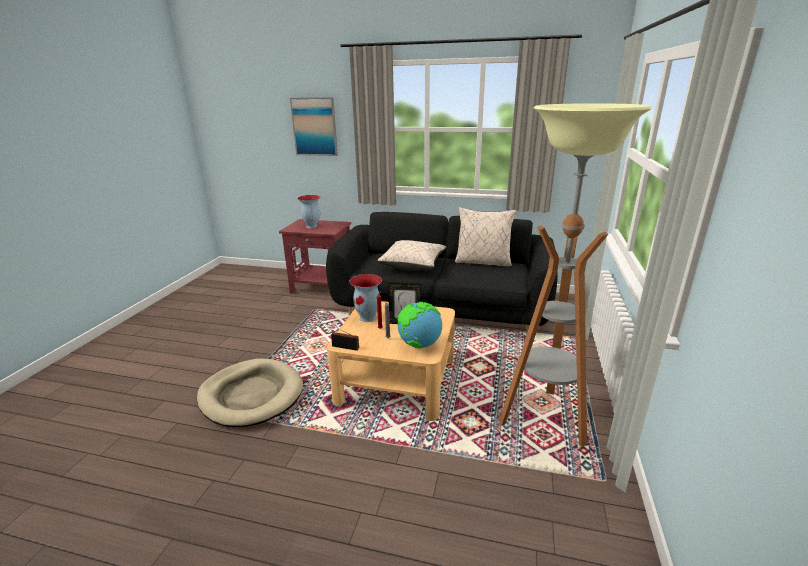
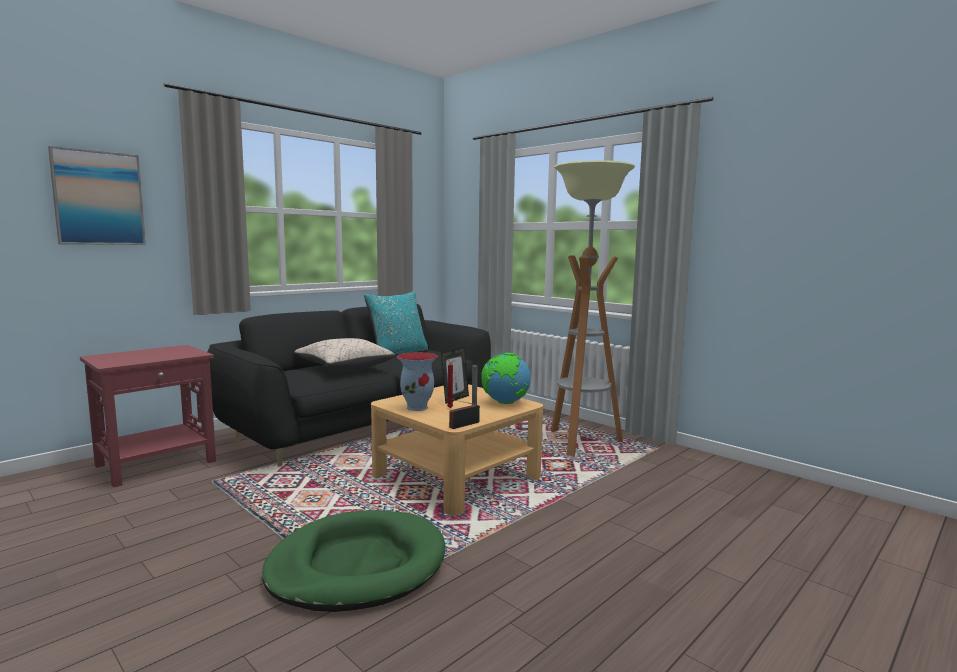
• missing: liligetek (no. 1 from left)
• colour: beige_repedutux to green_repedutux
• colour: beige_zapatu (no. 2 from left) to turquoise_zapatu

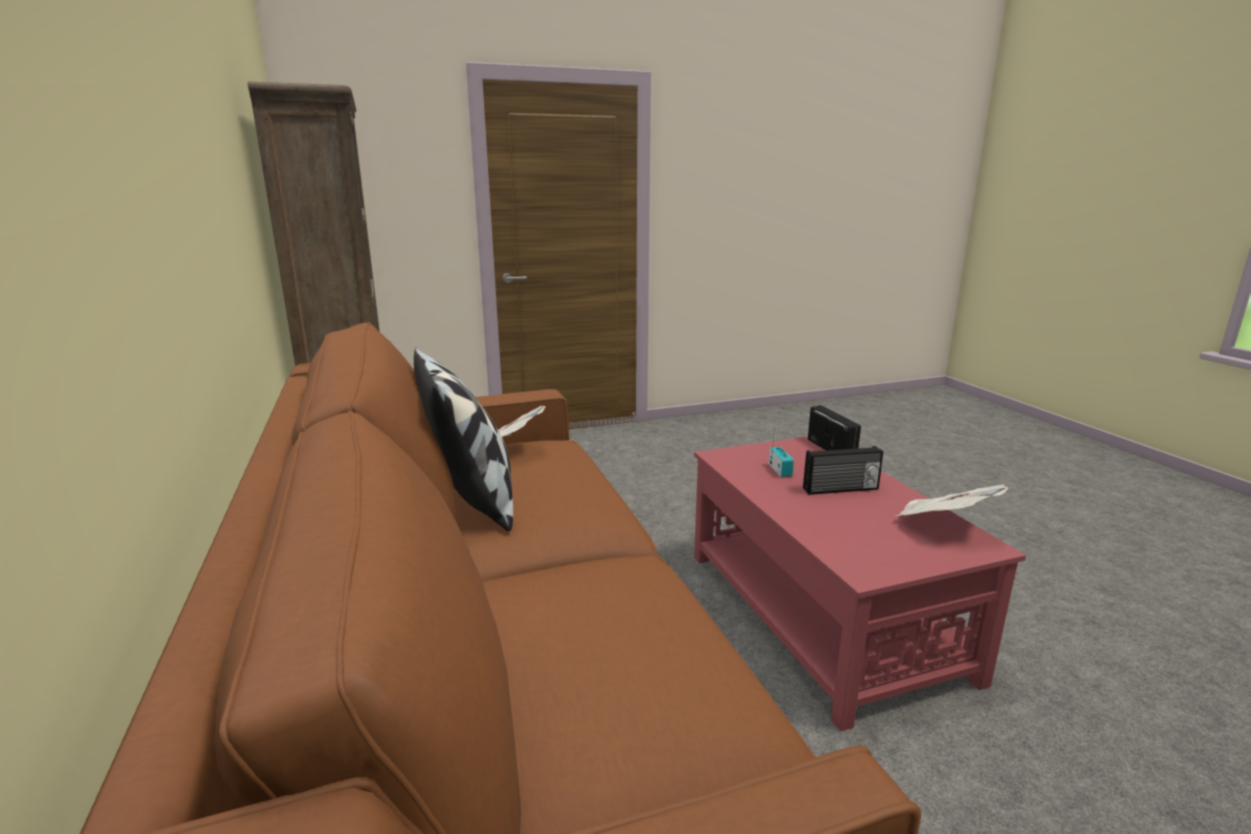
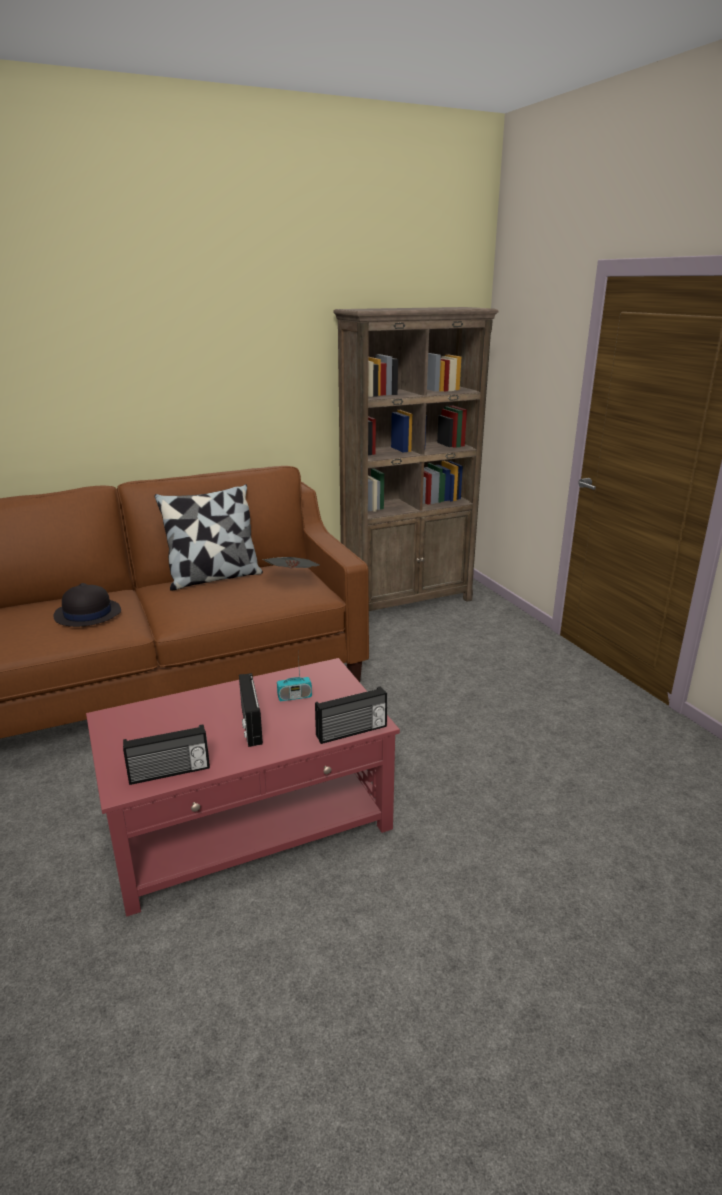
• appeared: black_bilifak
• exchanged: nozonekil (no. 2 from left) to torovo (no. 1 from left)

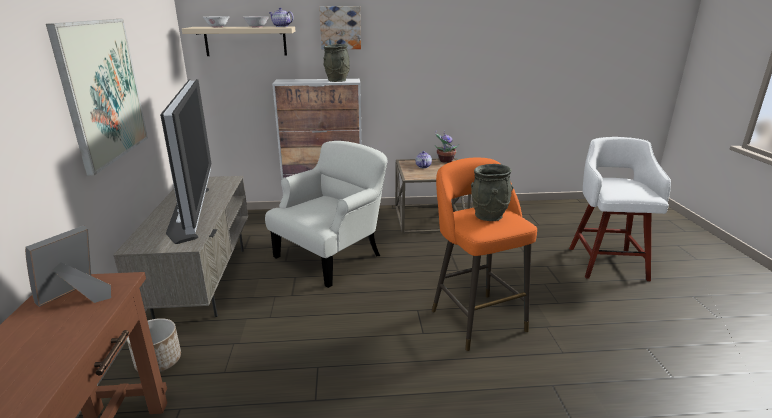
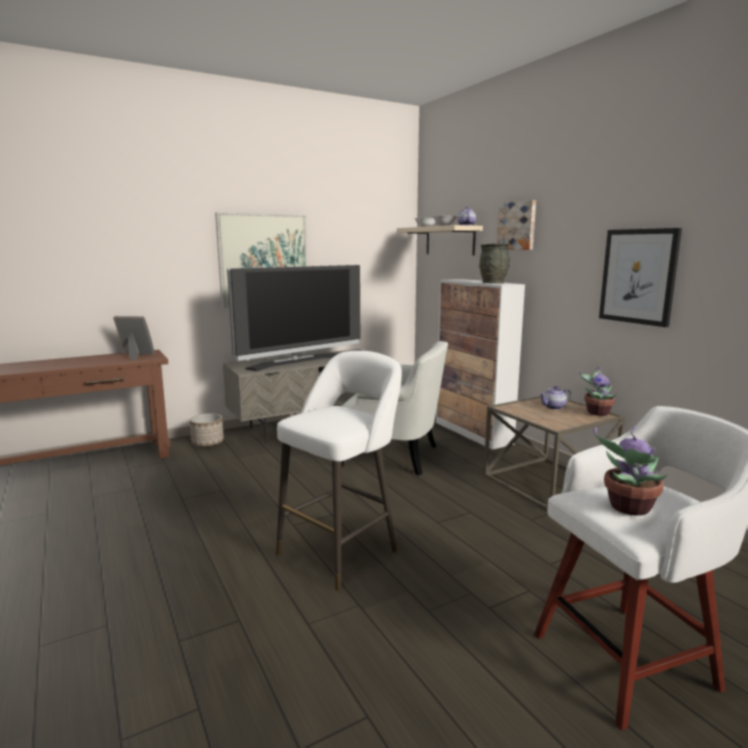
• missing: grey_liligetek (no. 2 from left)
• appeared: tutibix (no. 2 from left)
• appeared: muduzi (no. 3 from left)
• colour: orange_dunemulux to white_dunemulux (no. 1 from left)

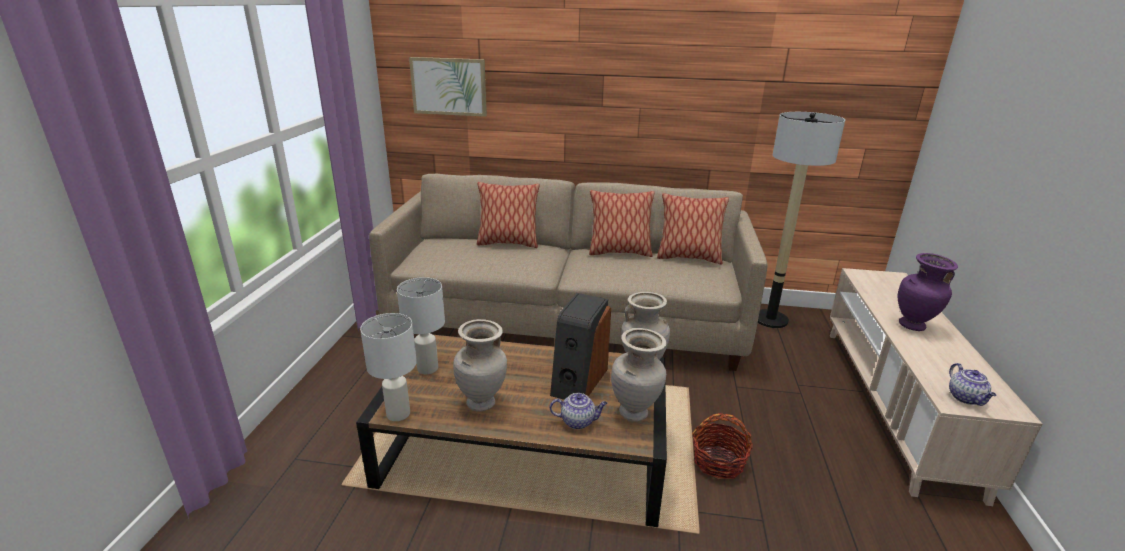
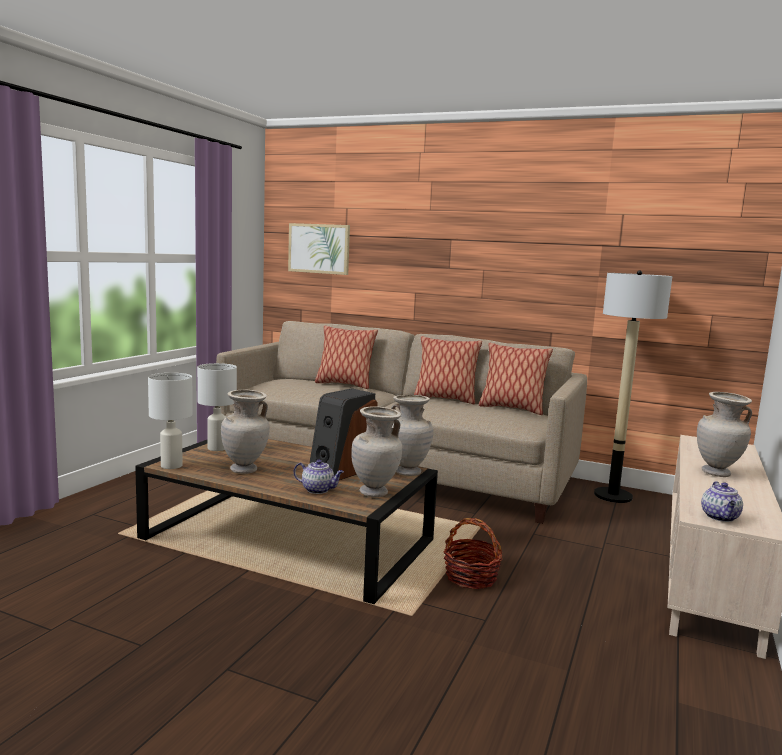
• colour: purple_liligetek to beige_liligetek (no. 4 from left)

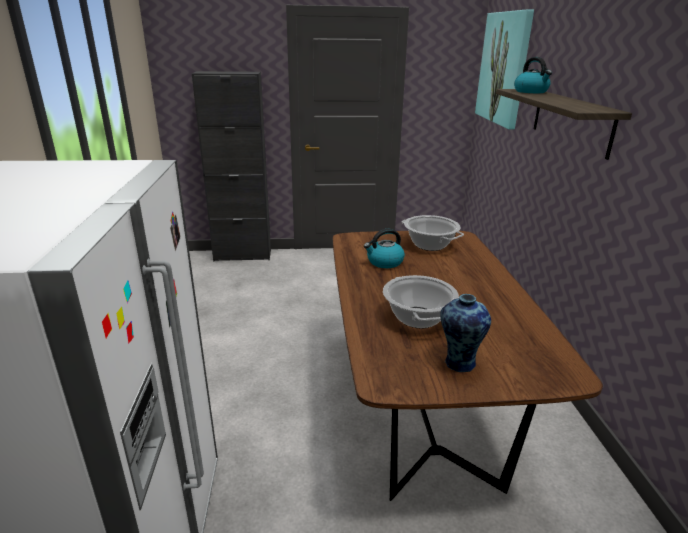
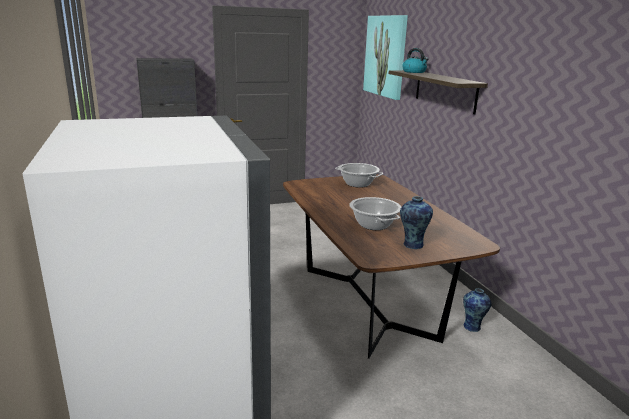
• missing: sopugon (no. 1 from left)
• appeared: liligetek (no. 2 from left)

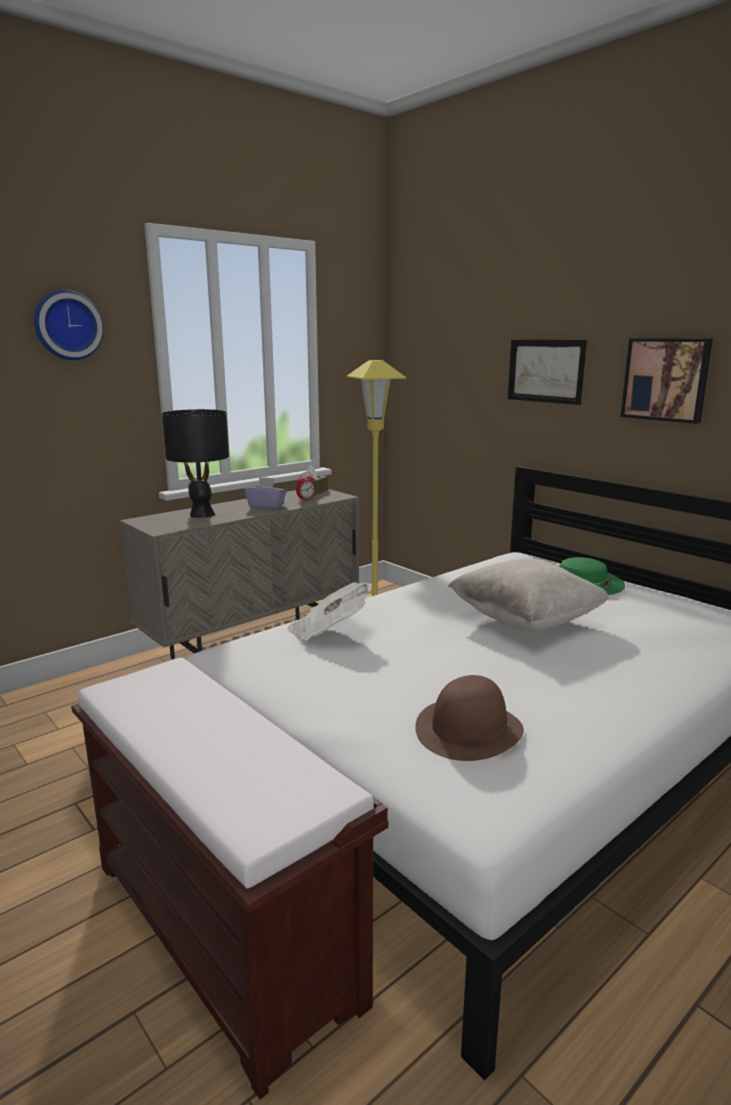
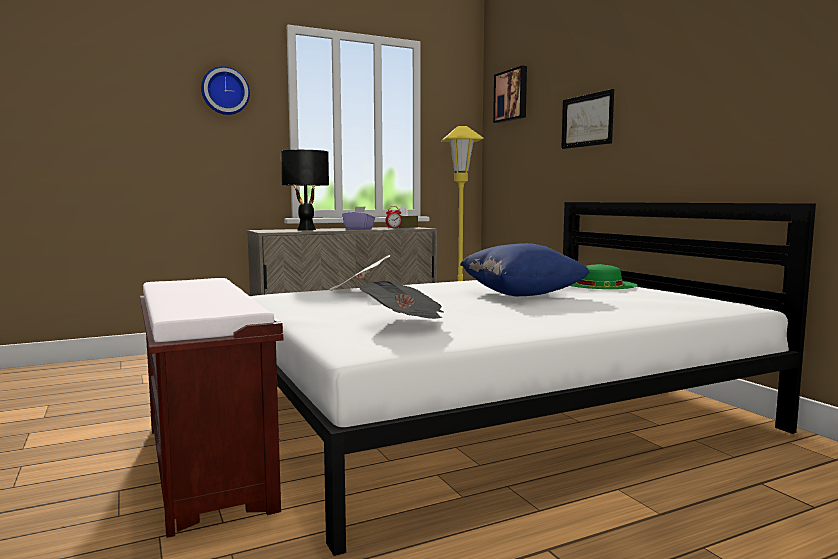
• relocated: muduzi (no. 2 from left in the first image) to muduzi (no. 1 from left)
• exchanged: brown_bilifak to nozonekil (no. 2 from left)
• colour: beige_zapatu to blue_zapatu

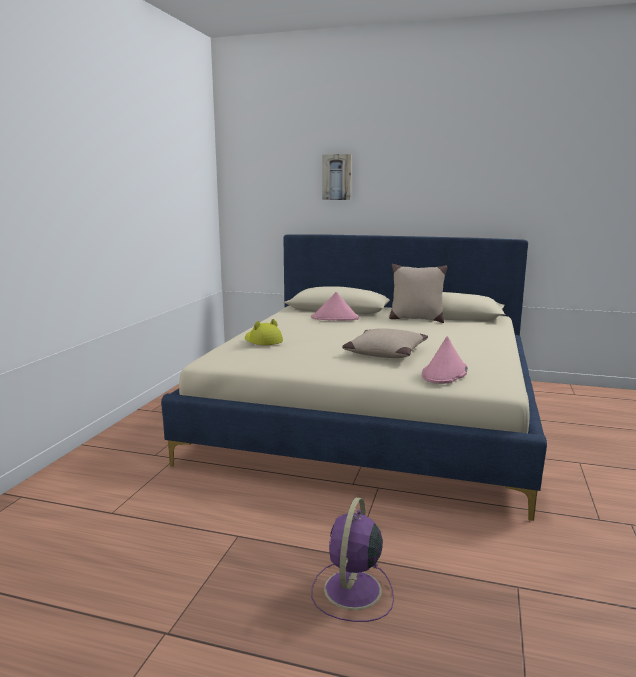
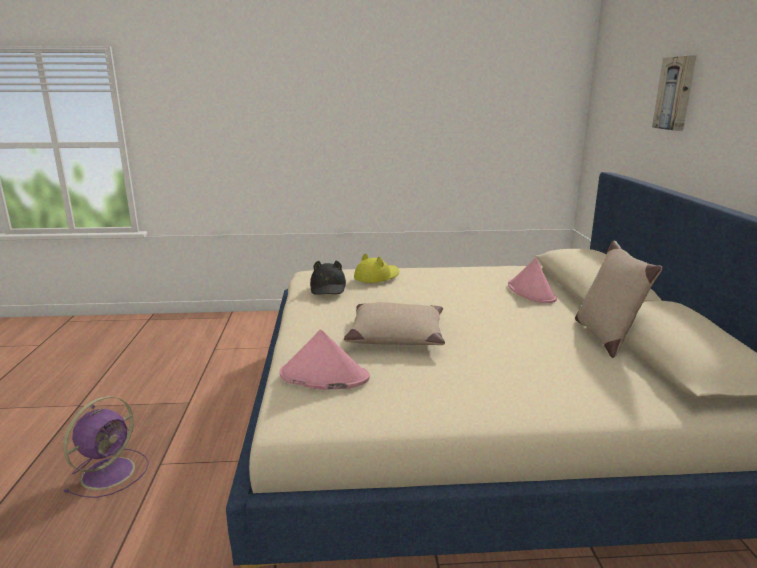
• appeared: black_bilifak
• spun: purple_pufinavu 120 degrees clockwise

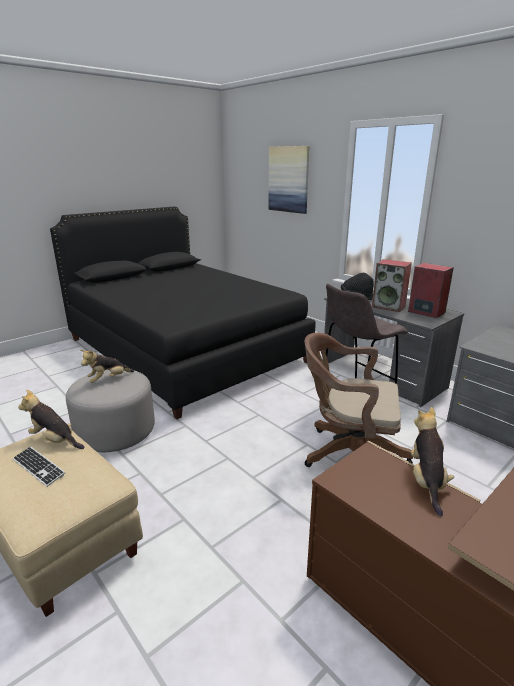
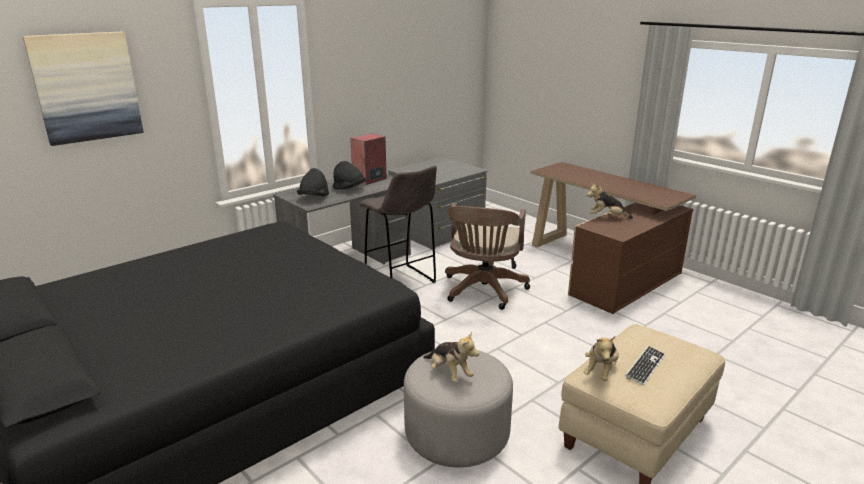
• exchanged: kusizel (no. 1 from left) to black_bilifak (no. 2 from left)

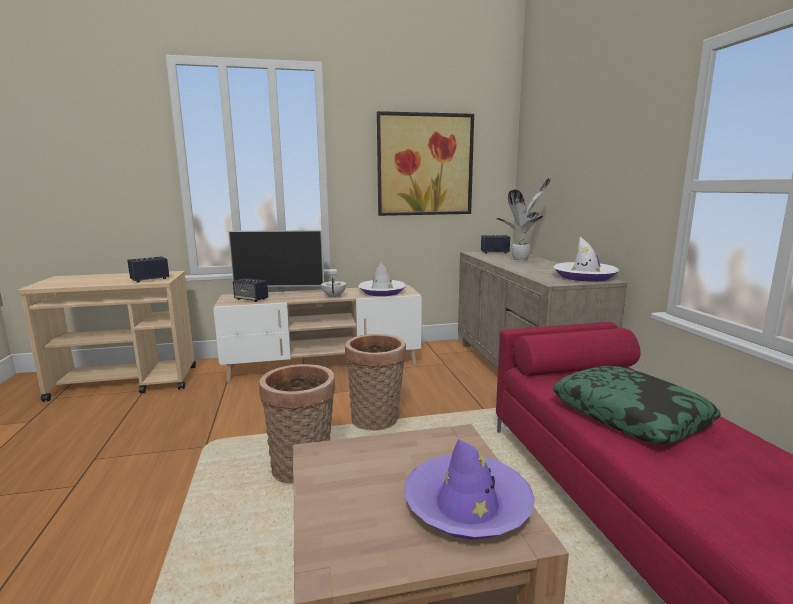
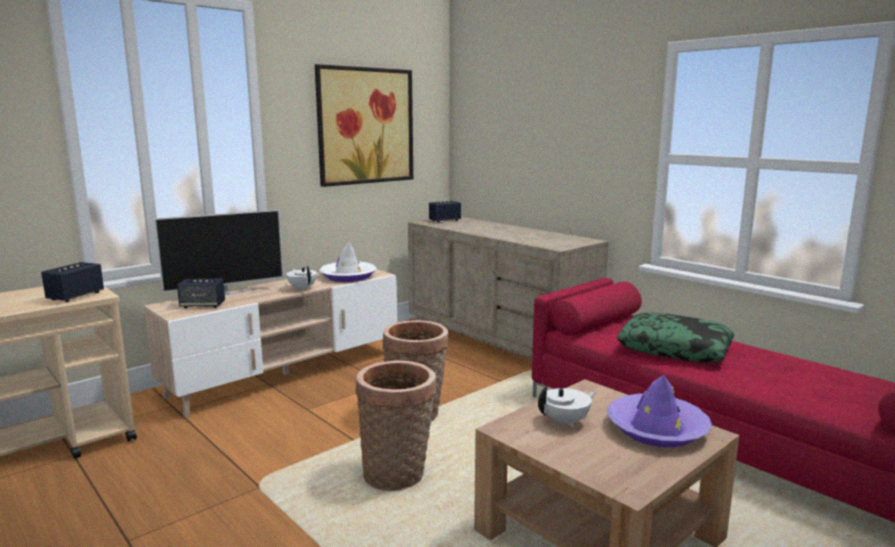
• missing: tutibix
• missing: white_bilifak (no. 2 from left)
• appeared: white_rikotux (no. 2 from left)

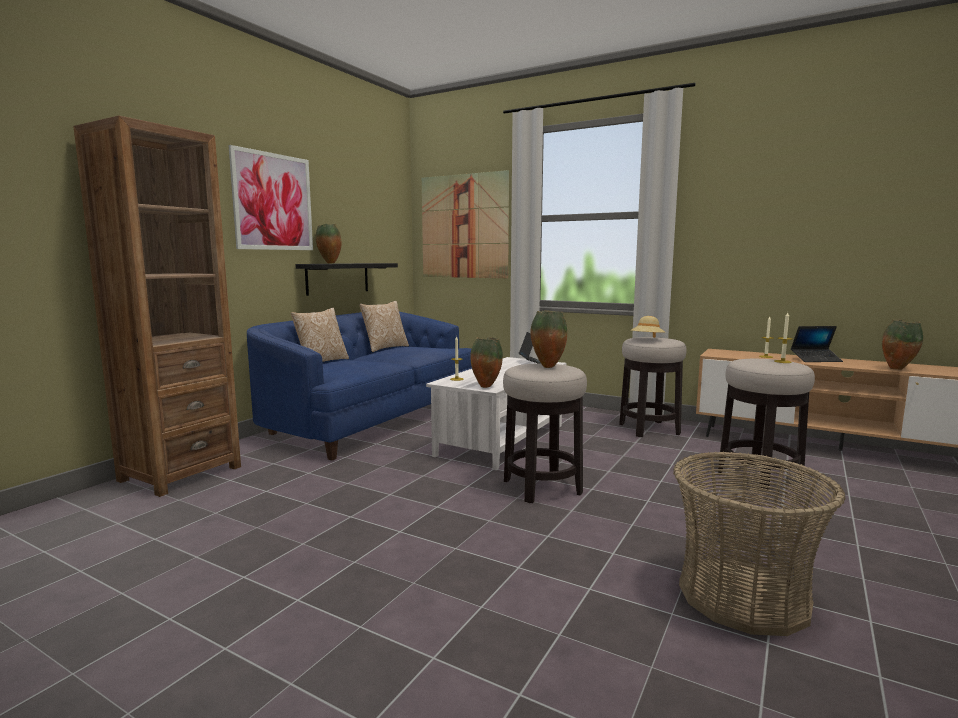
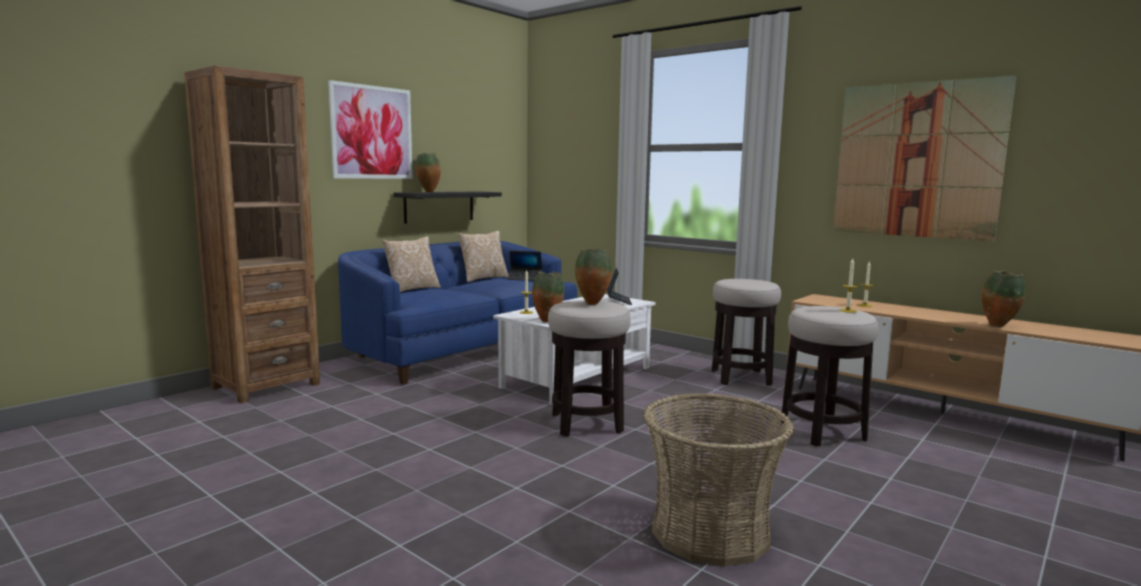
• missing: beige_bilifak
• relocated: muduzi (no. 2 from left)
• relocated: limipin (no. 2 from left in the first image) to limipin (no. 1 from left)

